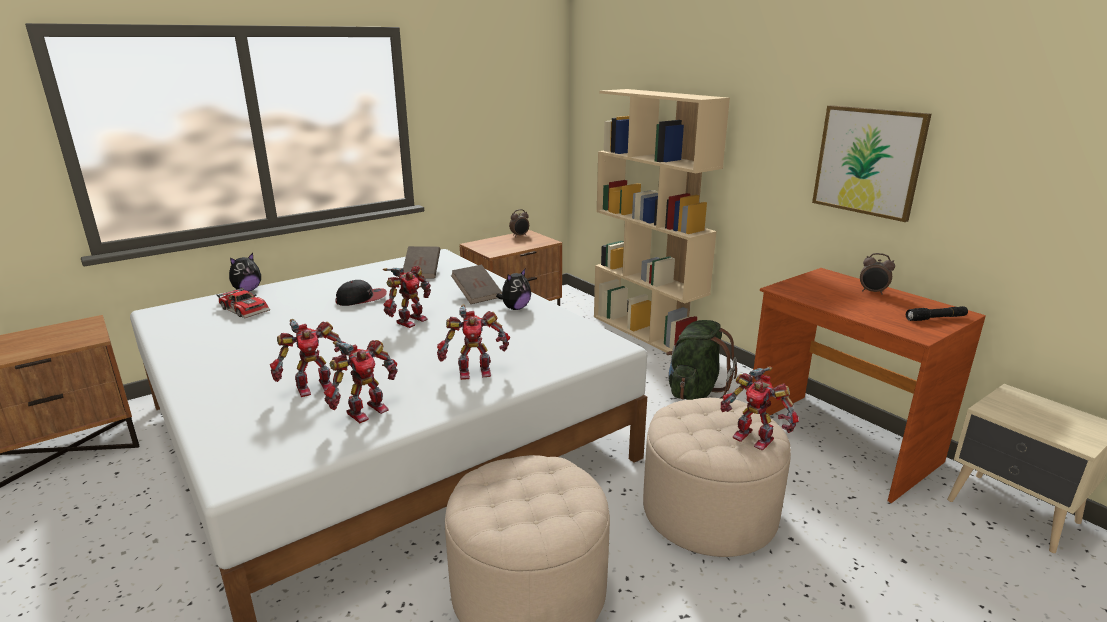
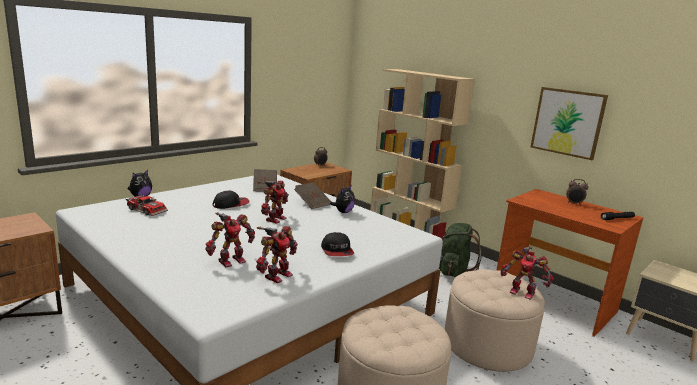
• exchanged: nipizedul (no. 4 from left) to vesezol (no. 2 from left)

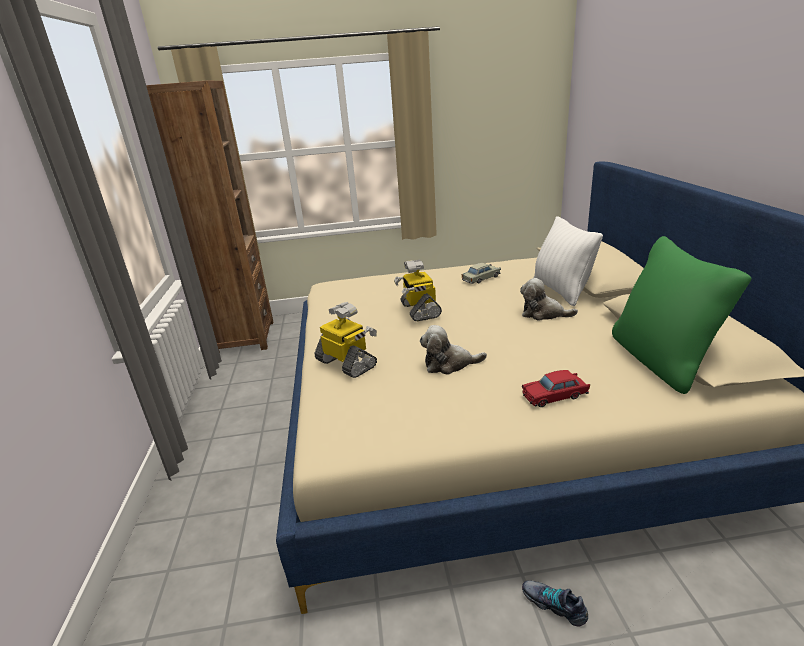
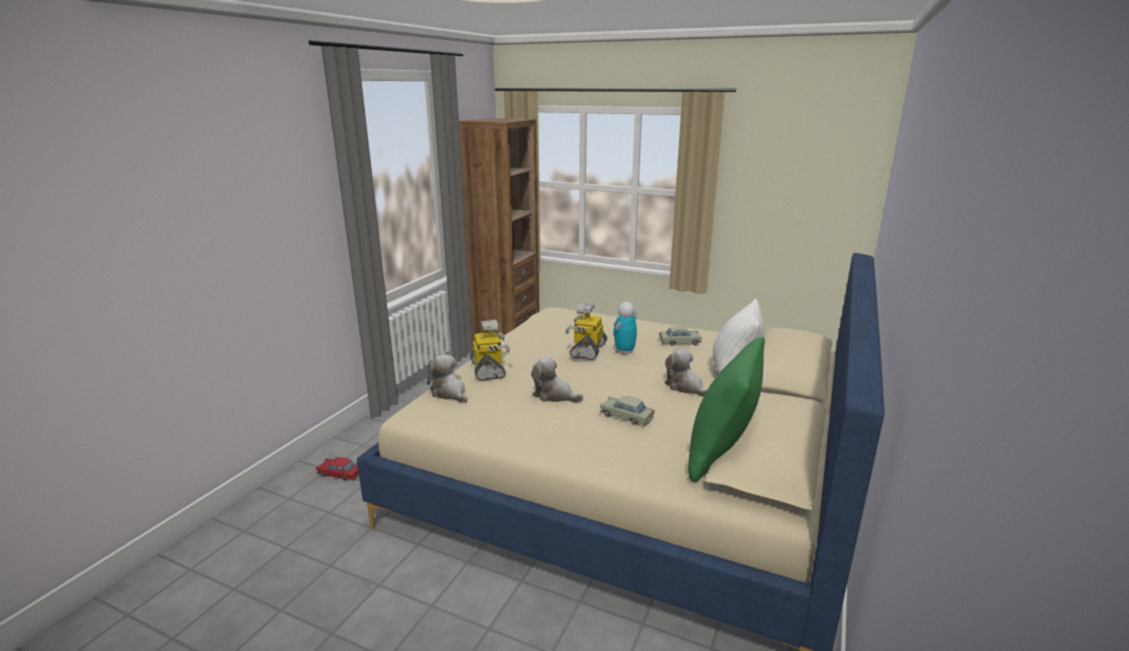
• missing: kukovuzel
• appeared: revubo (no. 1 from left)
• appeared: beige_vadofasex (no. 1 from left)
• appeared: nipizedul (no. 3 from left)
• relocated: red_vadofasex

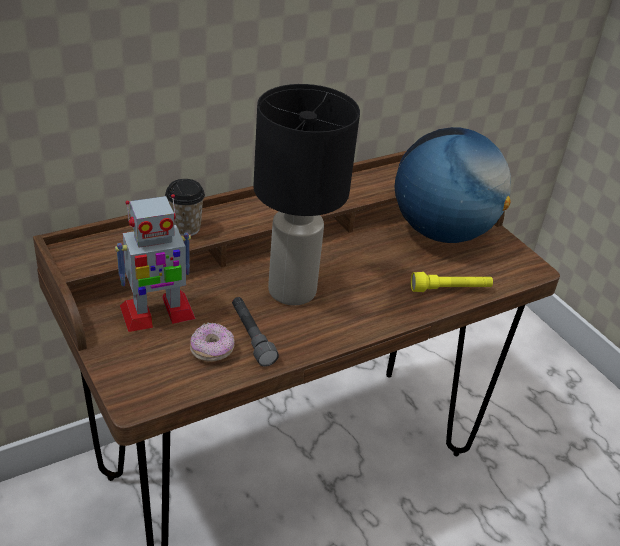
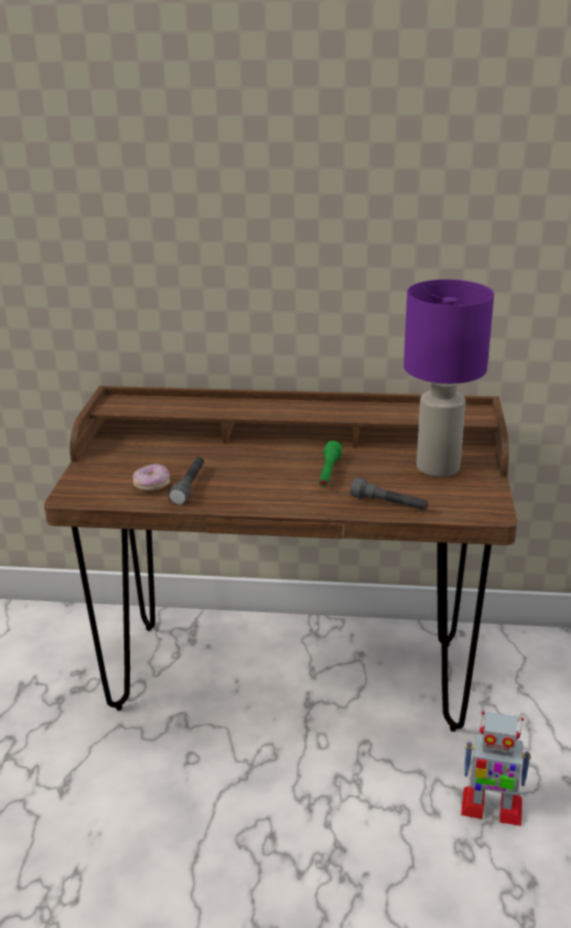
• missing: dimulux
• missing: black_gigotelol
• appeared: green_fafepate
• relocated: nipizedul
• exchanged: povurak to purple_gigotelol
• colour: yellow_fafepate to grey_fafepate (no. 2 from left)

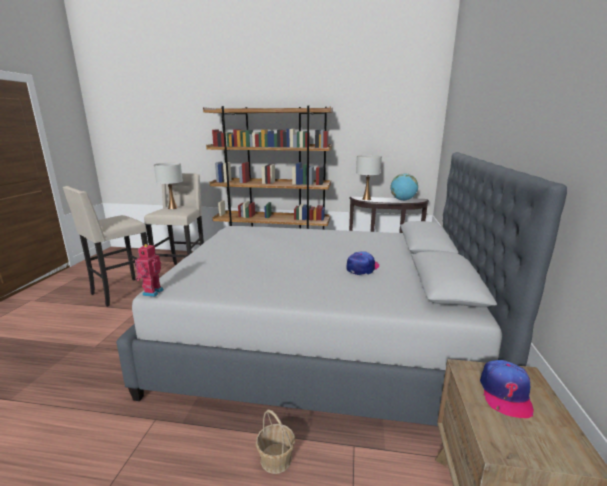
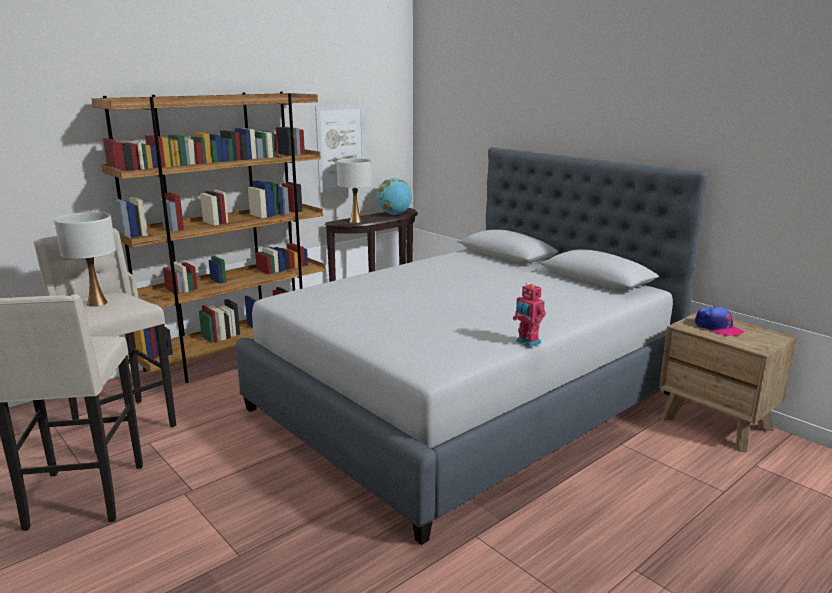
• missing: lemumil
• missing: vesezol (no. 1 from left)
• appeared: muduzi
• relocated: nipizedul

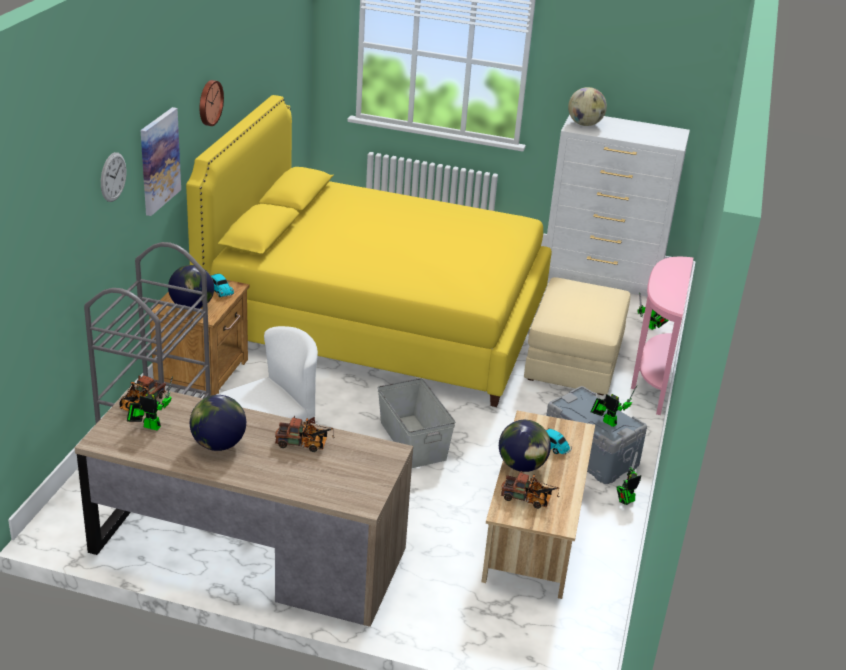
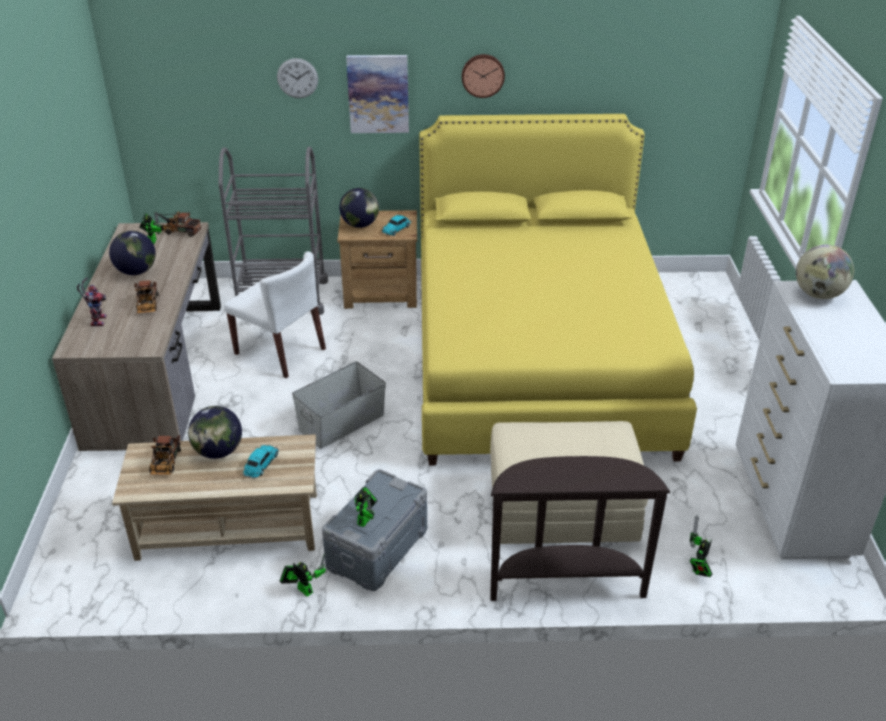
• appeared: nipizedul (no. 1 from left)
• colour: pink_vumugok to brown_vumugok

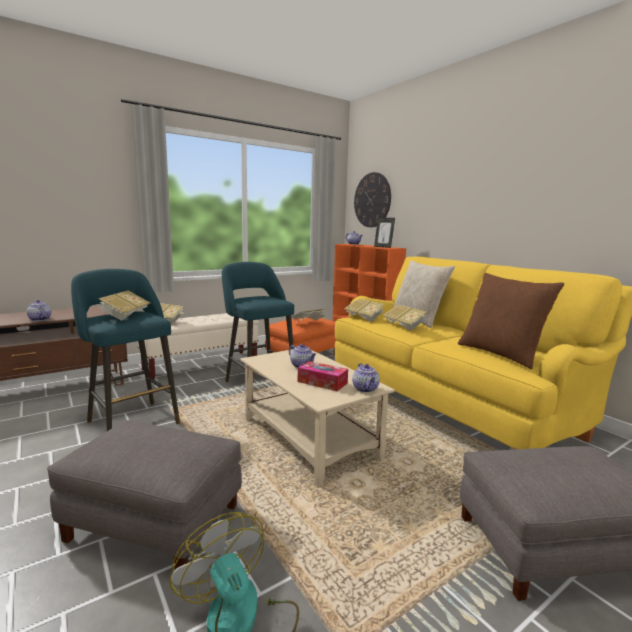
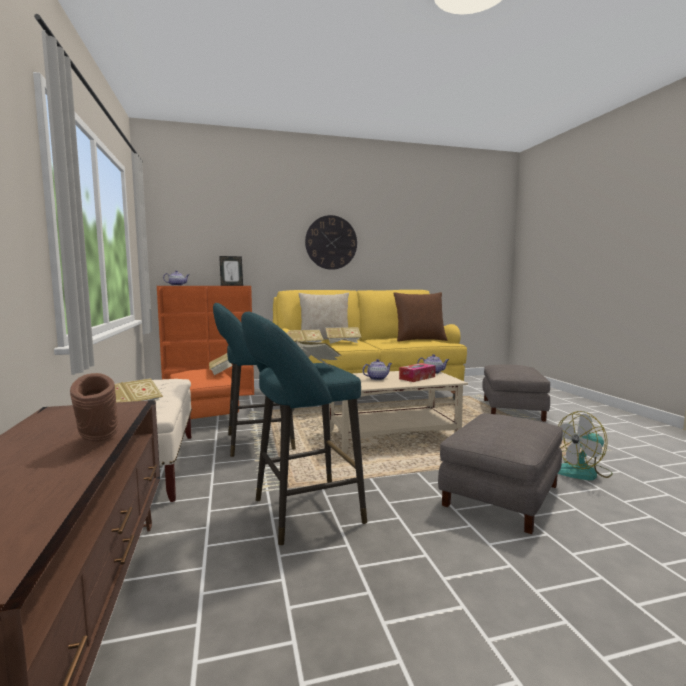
• relocated: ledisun
• exchanged: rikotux (no. 1 from left) to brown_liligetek

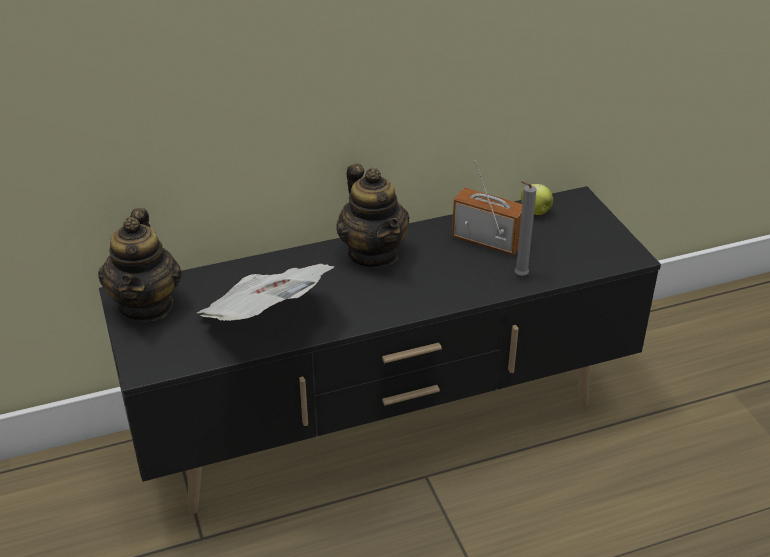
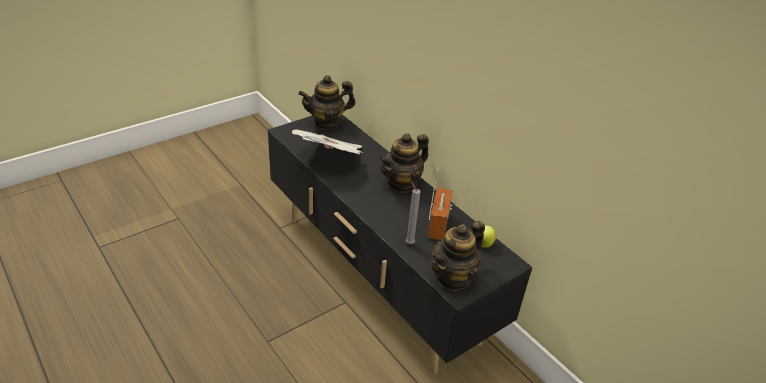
• appeared: rikotux (no. 3 from left)

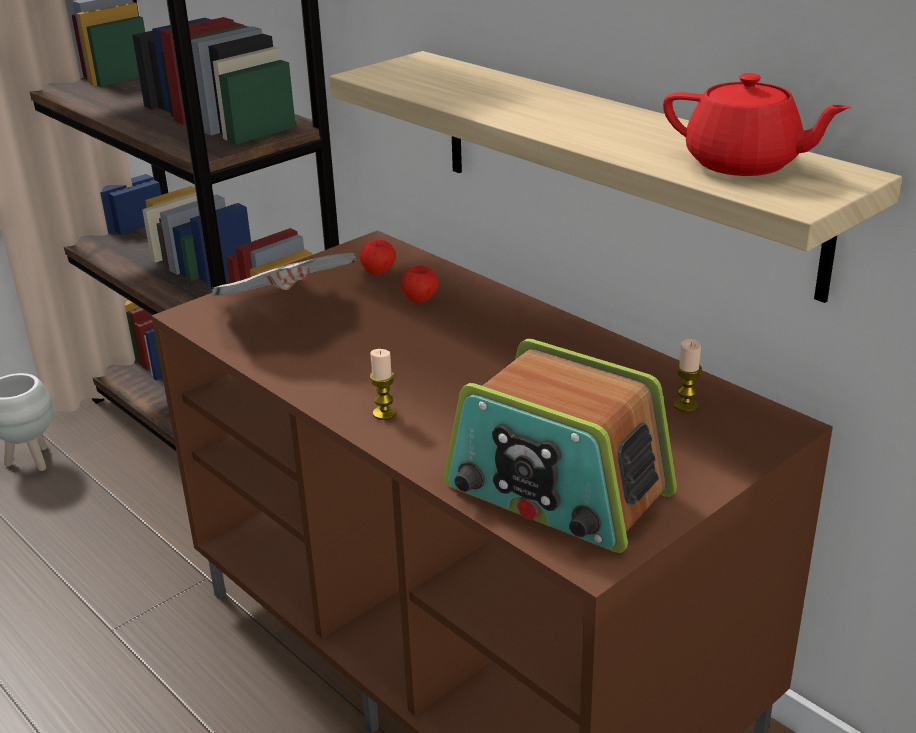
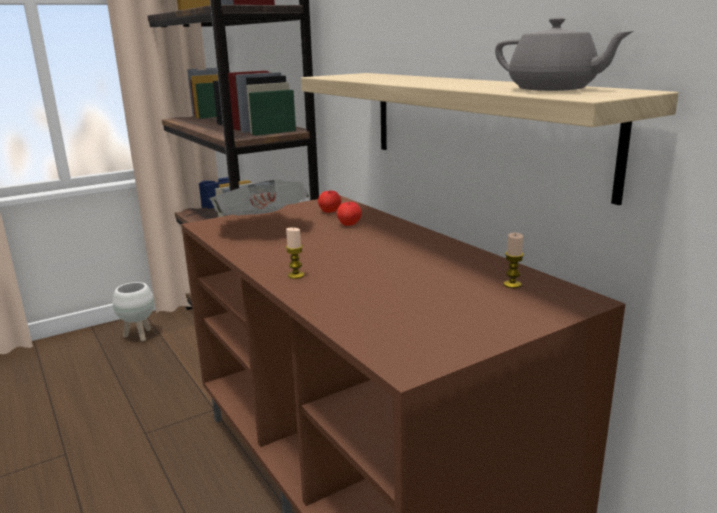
• missing: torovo
• colour: red_rikotux to grey_rikotux

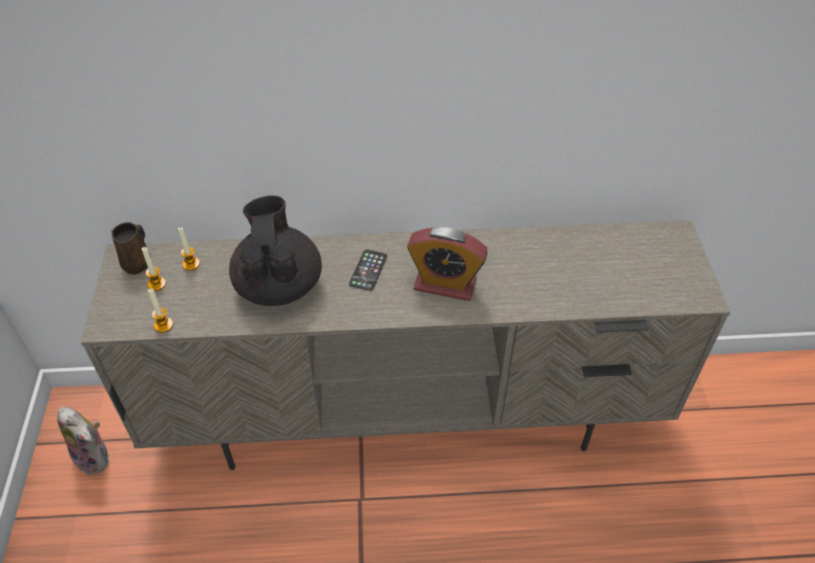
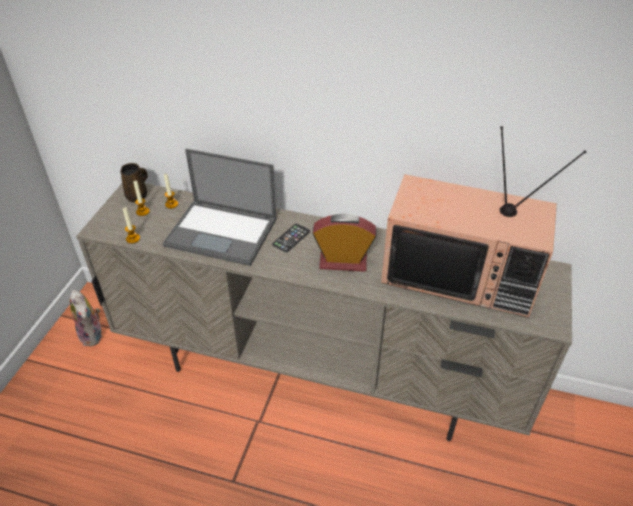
• appeared: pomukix
• exchanged: black_rikotux to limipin
• spun: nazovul 150 degrees clockwise

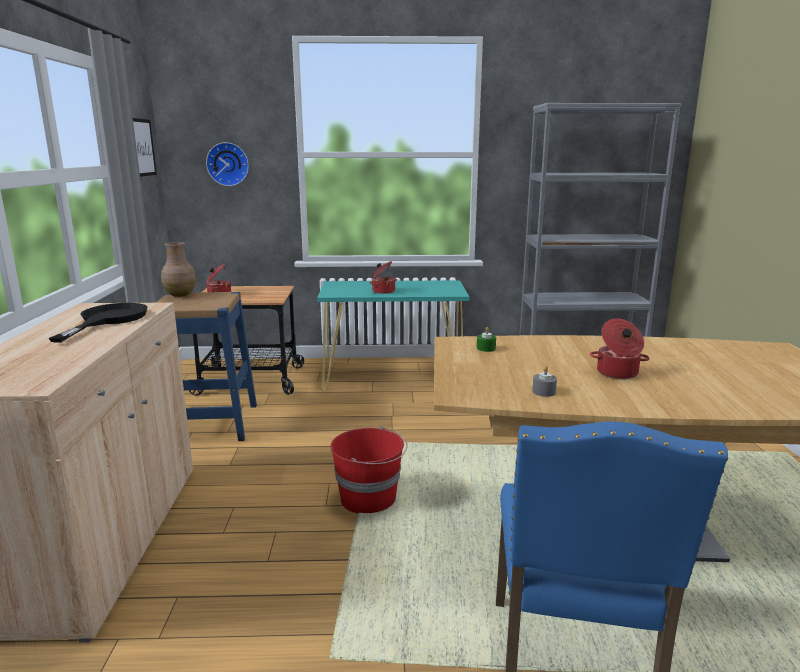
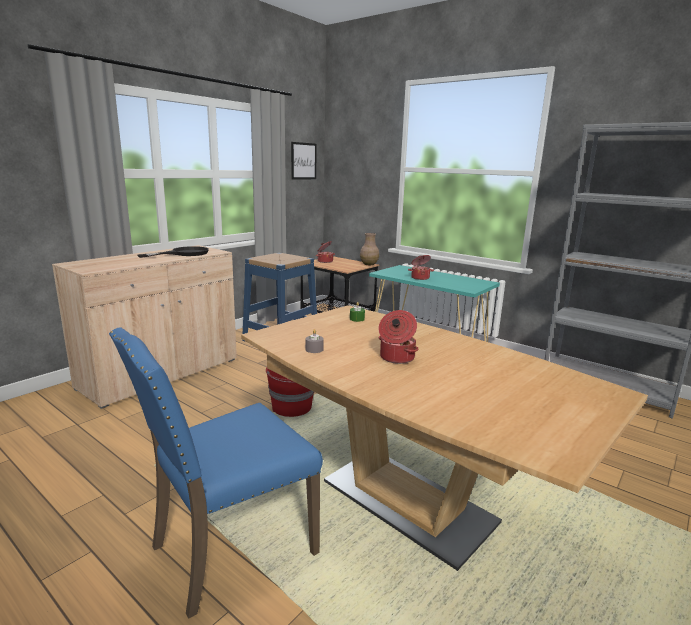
• missing: ledisun
• relocated: brown_liligetek

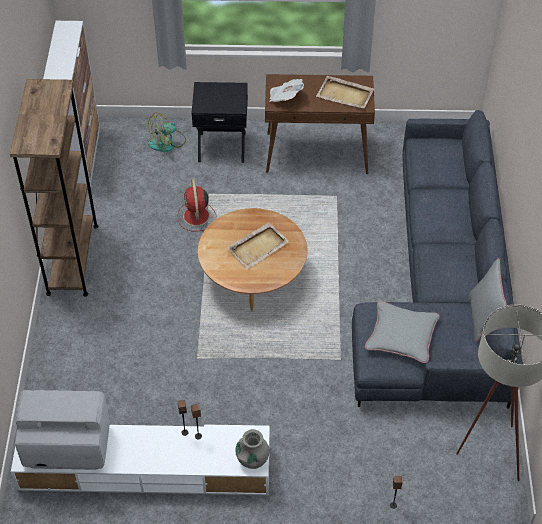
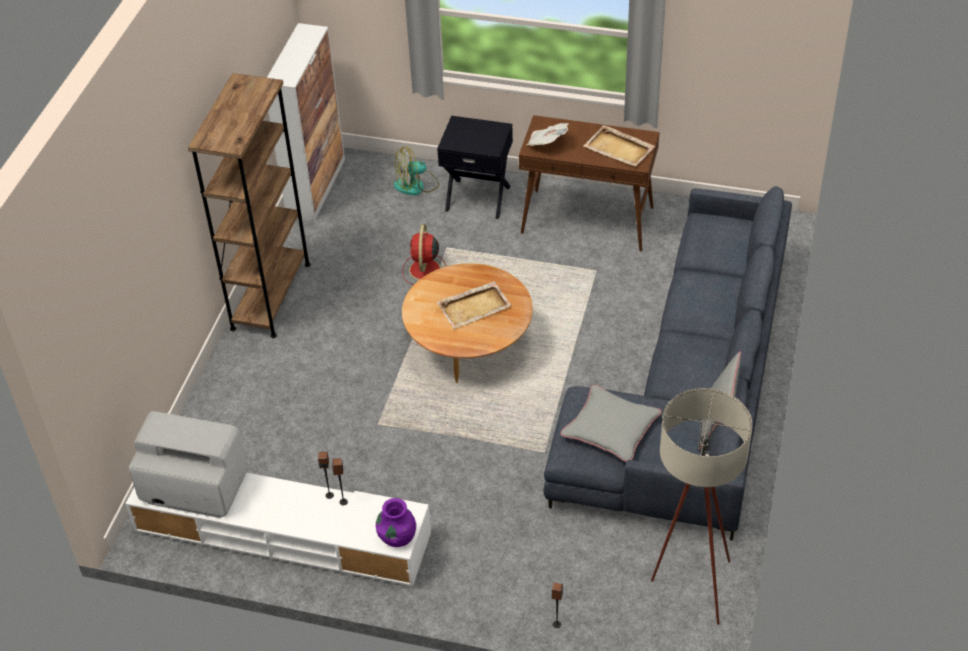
• colour: grey_liligetek to purple_liligetek

